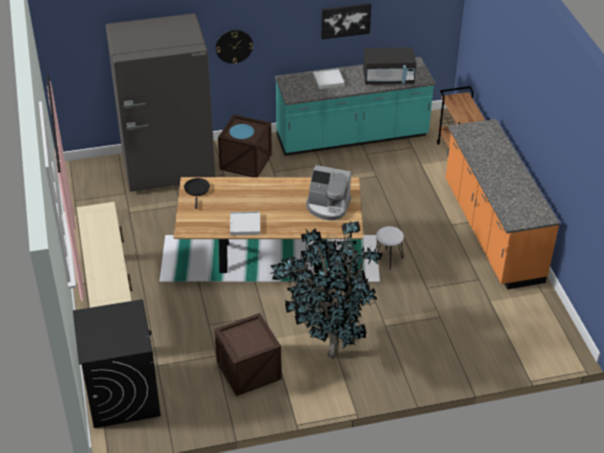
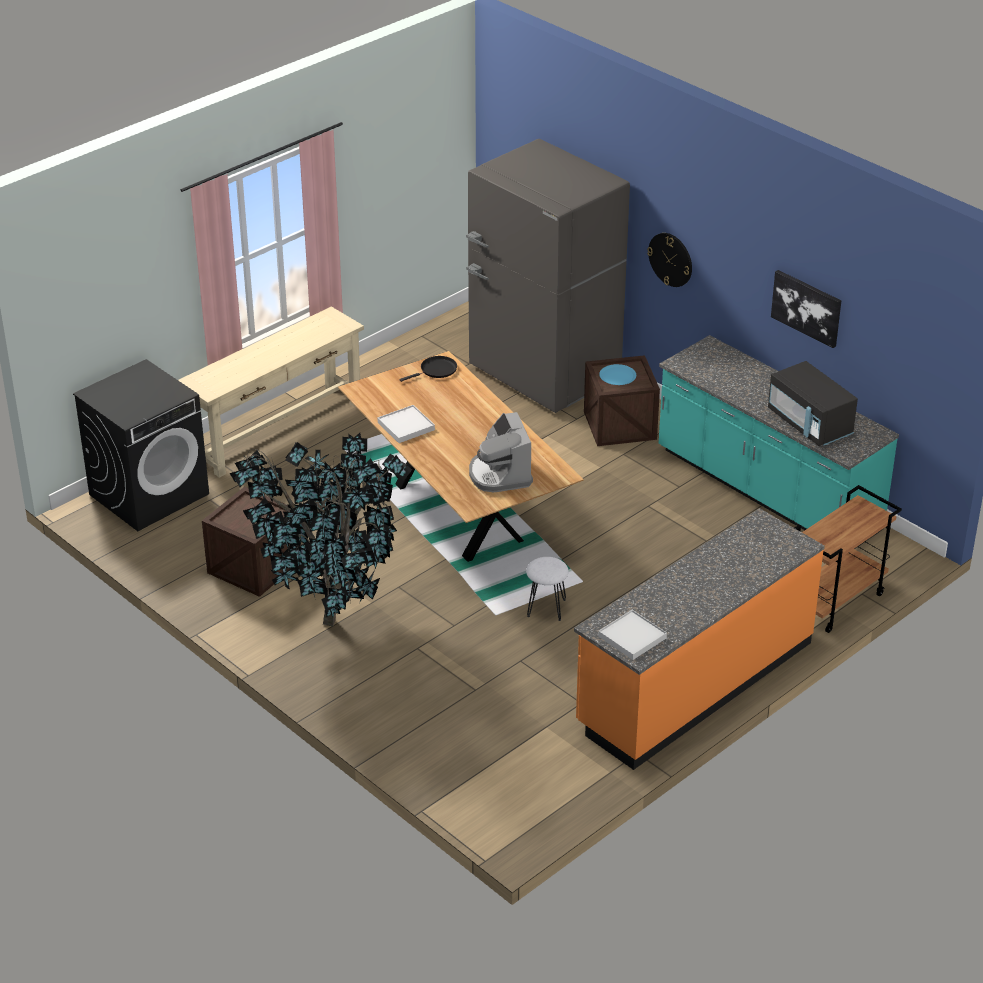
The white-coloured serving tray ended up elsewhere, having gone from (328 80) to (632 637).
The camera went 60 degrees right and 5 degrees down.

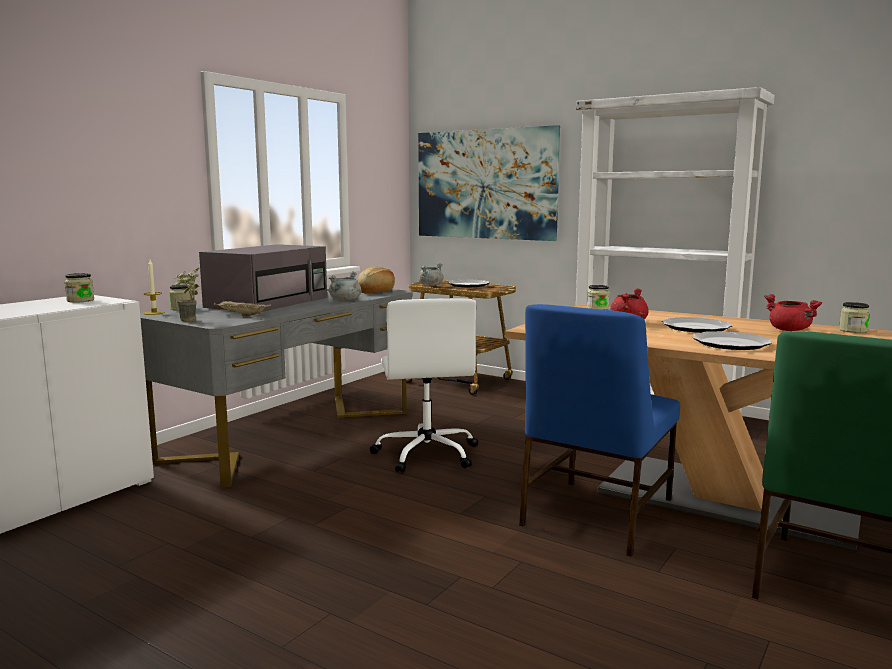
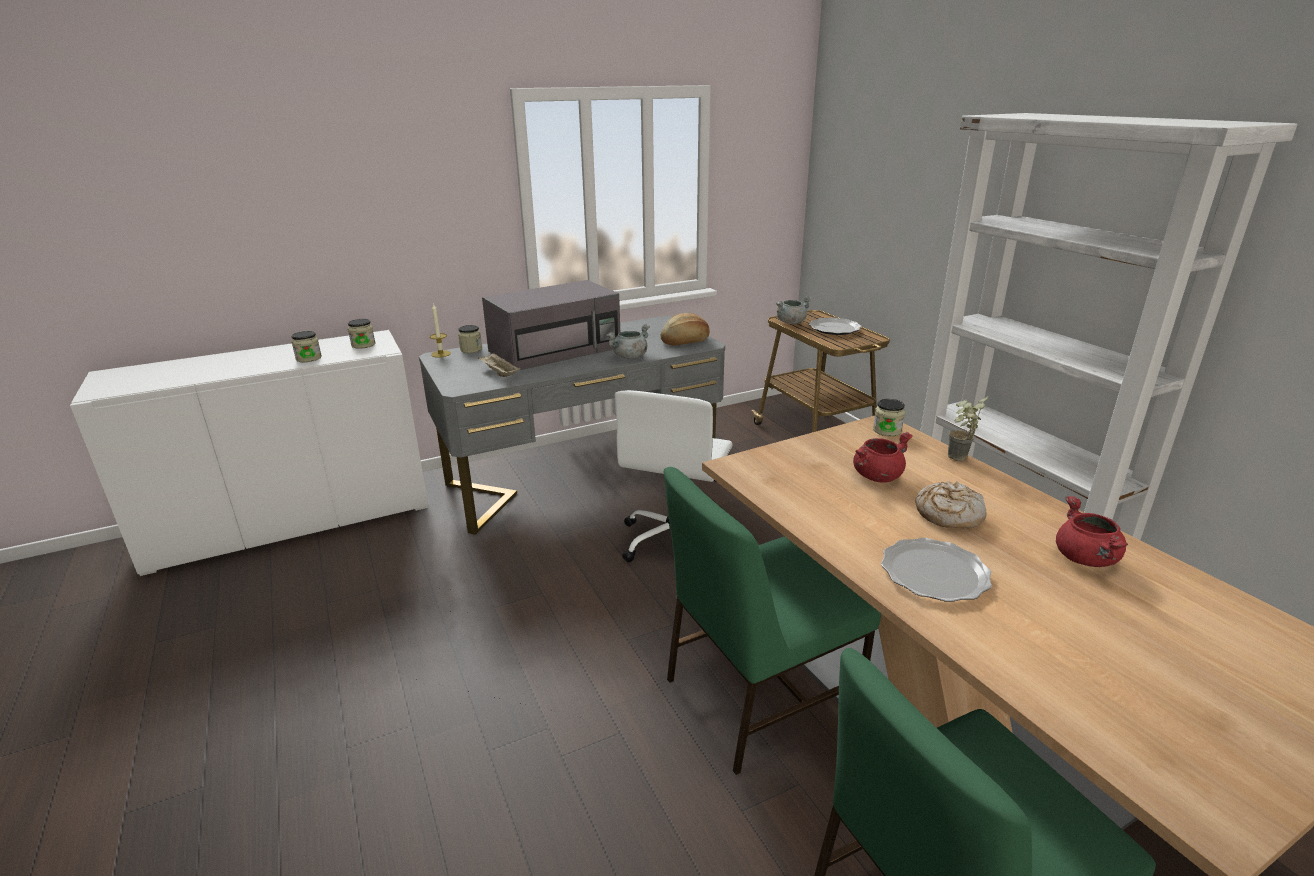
The plant in a pot ended up elsewhere, having gone from (188 321) to (958 460).
The second view lost the wall picture at (485 184).
What was the blue-coloured plain chair at (594 516) turned into the green plain chair at (757 697).
Where the dinner plate stood at (695 328), the baked bread came to stand at (948 514).
The storage jar ended up elsewhere, having gone from (853 330) to (309 358).
The camera went 30 degrees right and 15 degrees up.

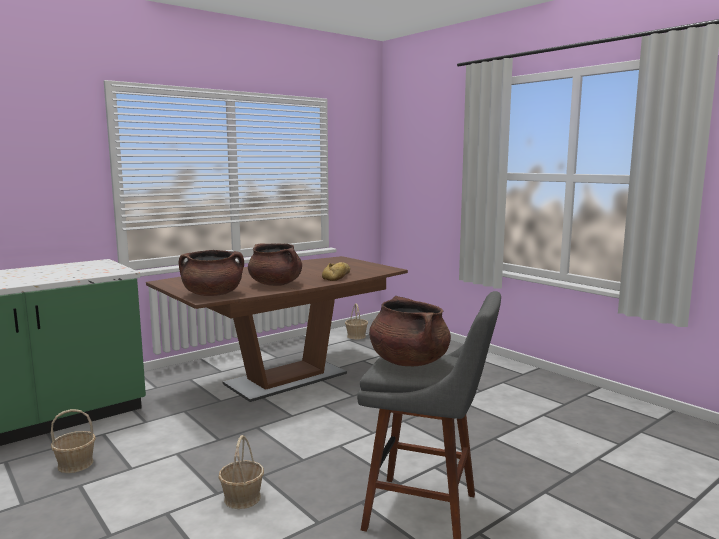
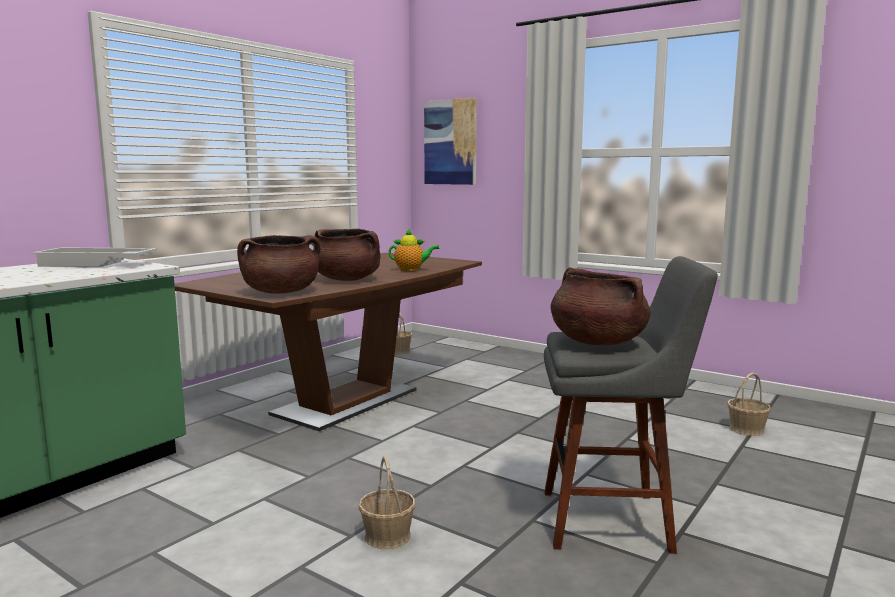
The household basket ended up elsewhere, having gone from (76 464) to (747 429).
Where the baked bread stood at (338 276), the pot for tea came to stand at (411 270).
The second view gained the white-coloured serving tray at (95 264).
The second view gained the wall picture at (450 142).
The camera went 15 degrees left and 0 degrees up.

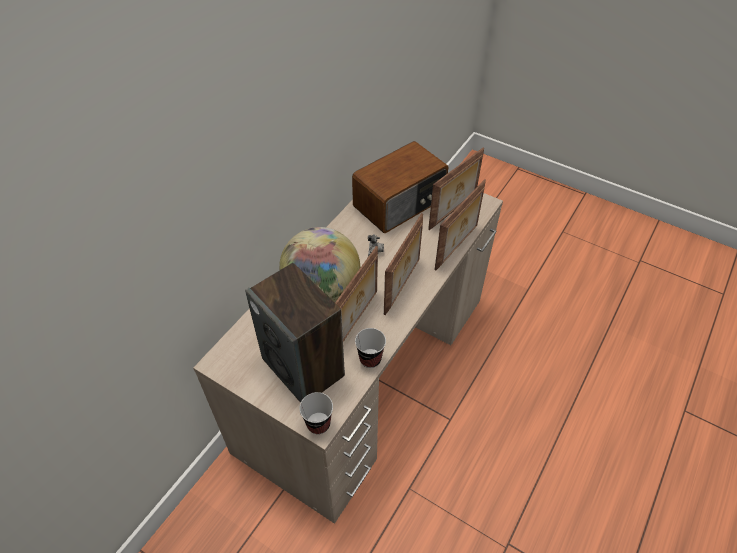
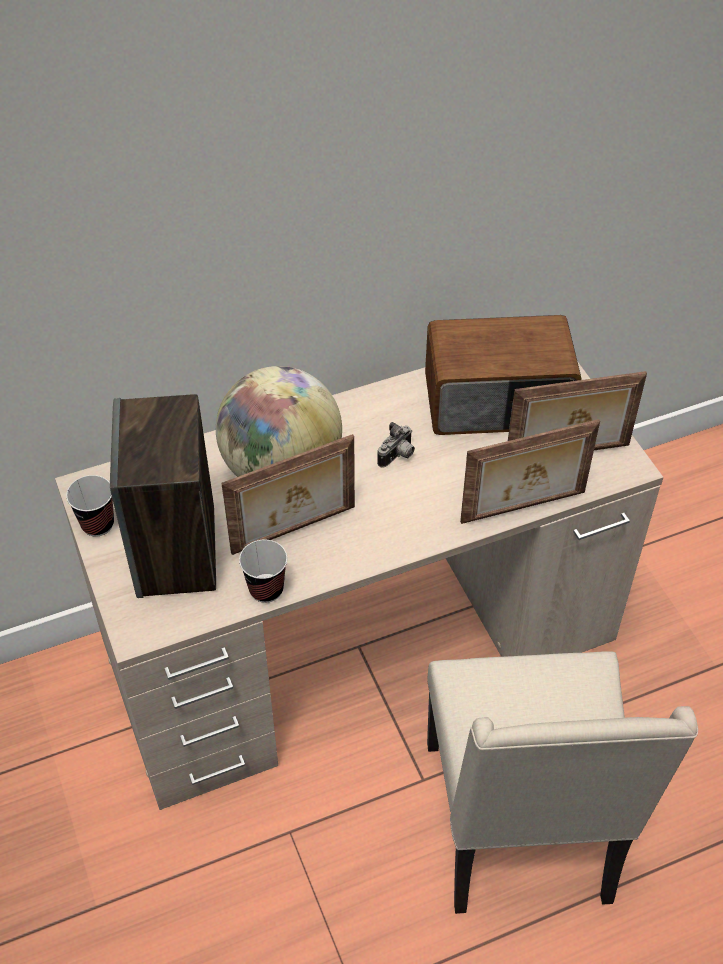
The small cup ended up elsewhere, having gone from (318 424) to (97 524).
The second view lost the picture frame at (403 286).
The second view gained the beige plain chair at (521 826).
The camera went 35 degrees right and 0 degrees up.

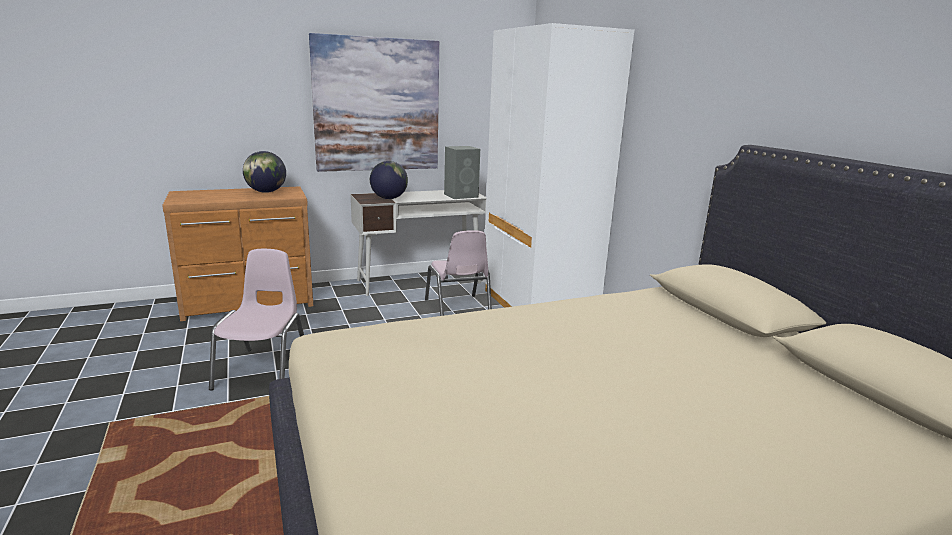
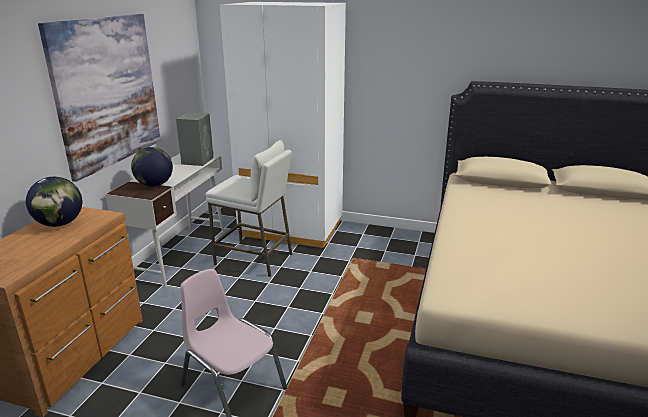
Where the pink-coloured plain chair stood at (457 310), the white-coloured sitting stool came to stand at (254 259).
The camera went 50 degrees left and 5 degrees up.

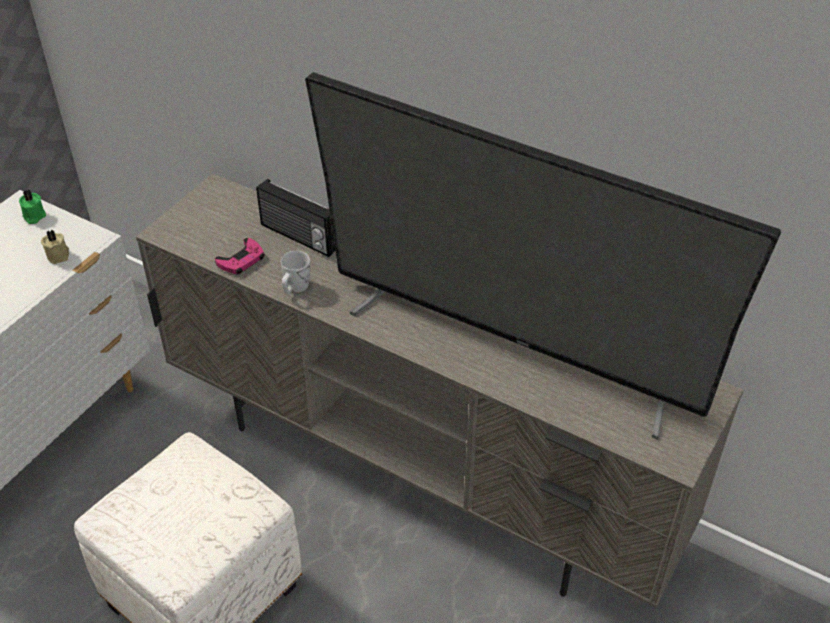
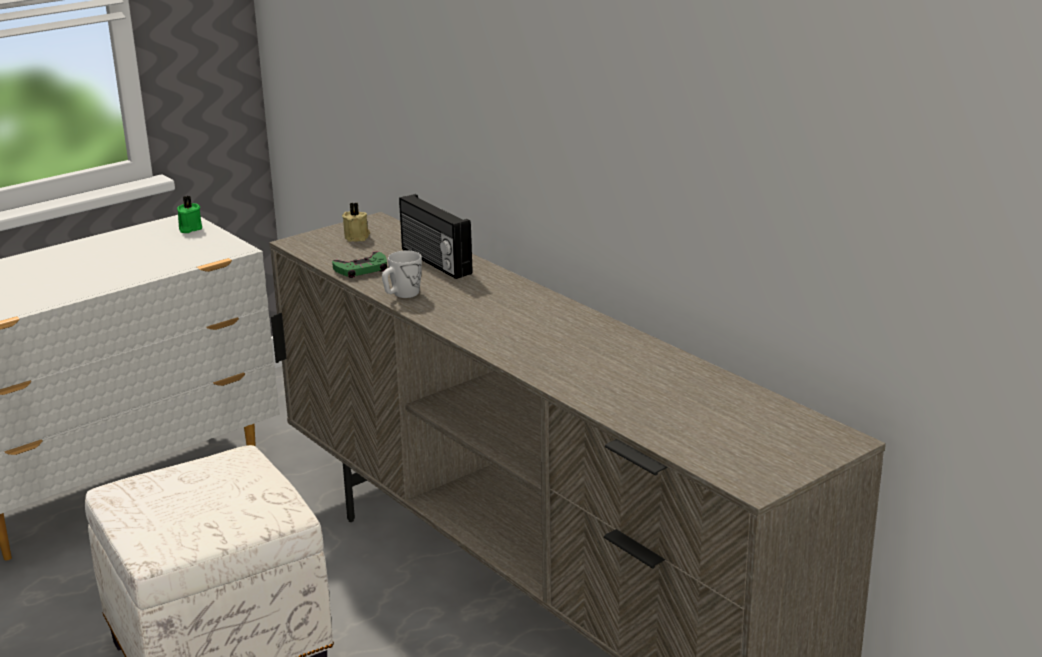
The beige wax light ended up elsewhere, having gone from (59 255) to (357 237).
What was the pink-coloured game controller at (241 260) turned into the green game controller at (362 269).
The second view lost the television at (511 346).
The camera went 20 degrees right and 20 degrees down.

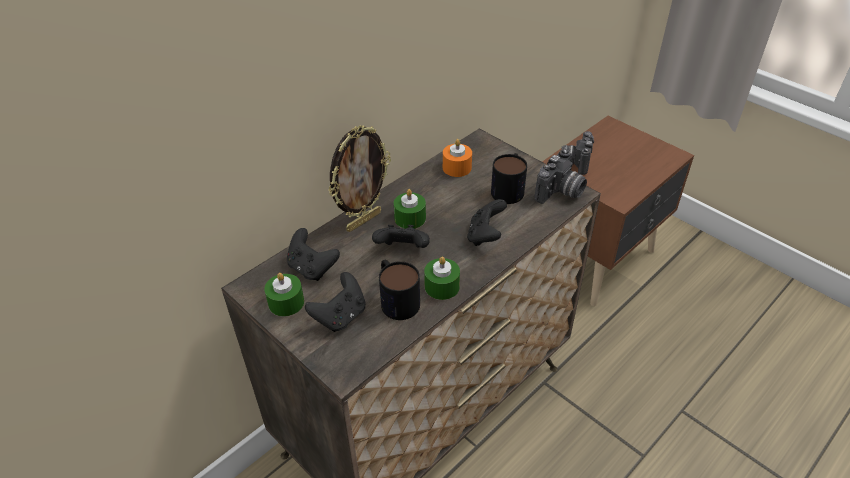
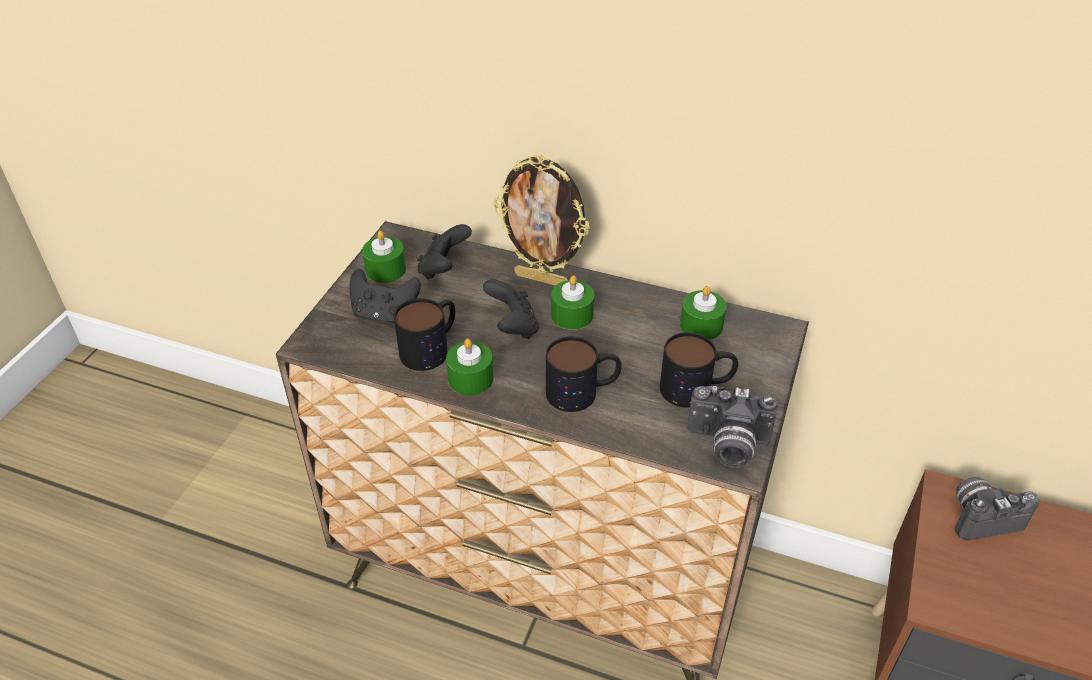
What was the orange wax light at (457 167) turned into the green wax light at (701 325).
Where the black game controller stood at (485 236), the tea mug came to stand at (583 391).
The camera went 65 degrees right and 0 degrees up.

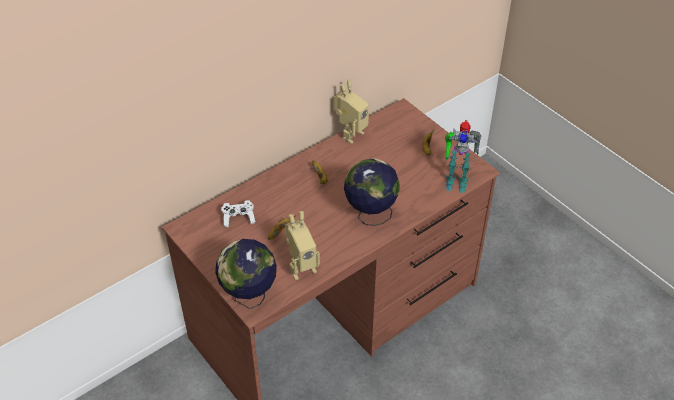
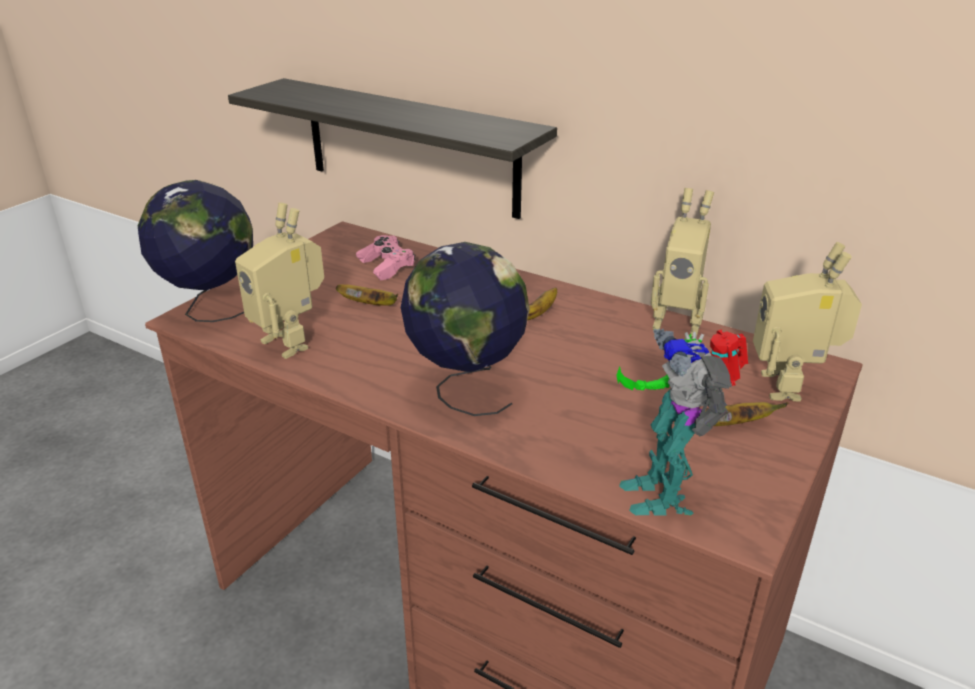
What was the white-coloured game controller at (238 218) turned into the pink-coloured game controller at (386 266).
The second view gained the shelf at (410 147).
The second view gained the robot figure at (790 387).
The camera went 70 degrees right and 15 degrees down.

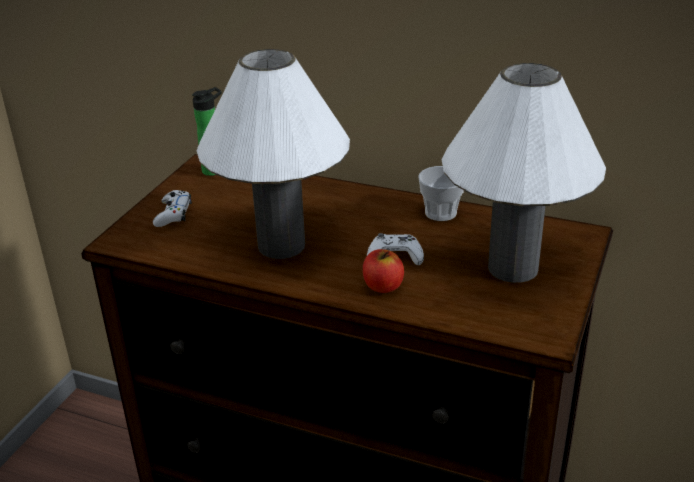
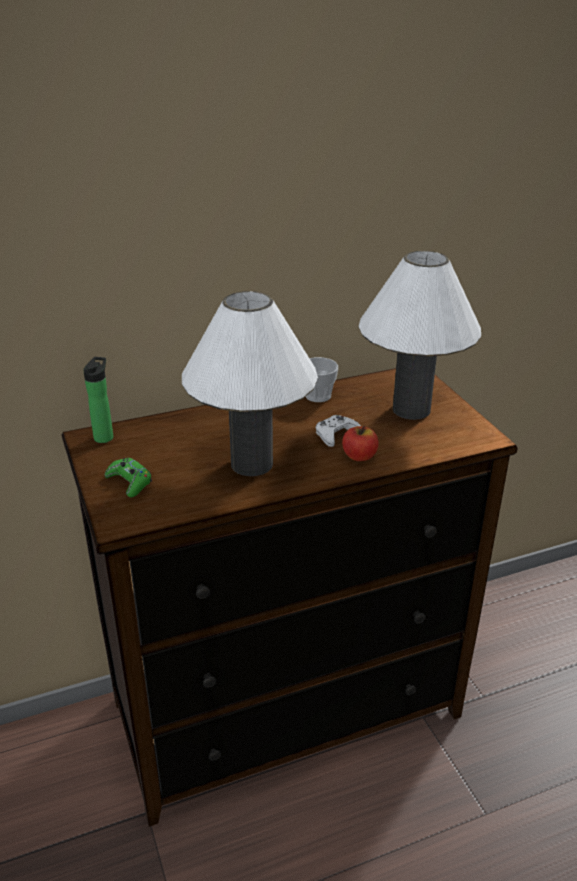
What was the white-coloured game controller at (173 214) turned into the green game controller at (129 482).
The camera went 45 degrees left and 0 degrees up.

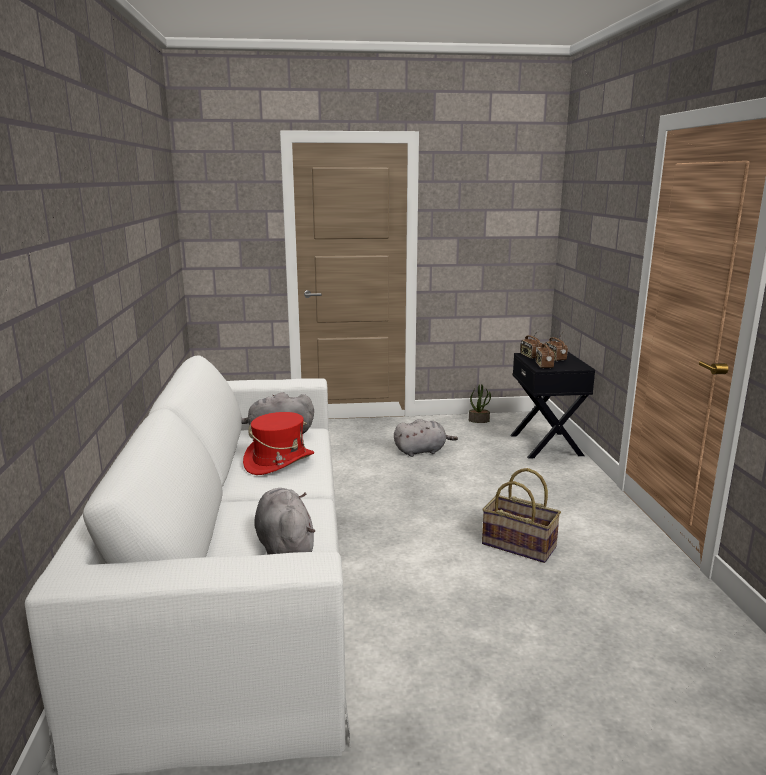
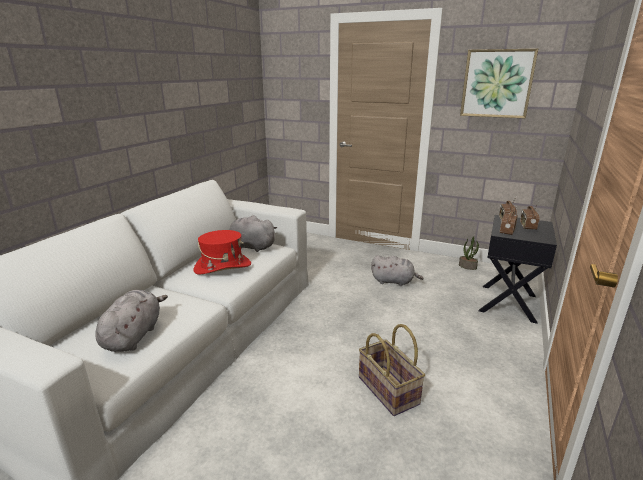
The second view gained the wall picture at (497 83).
The camera went 30 degrees right and 5 degrees up.

